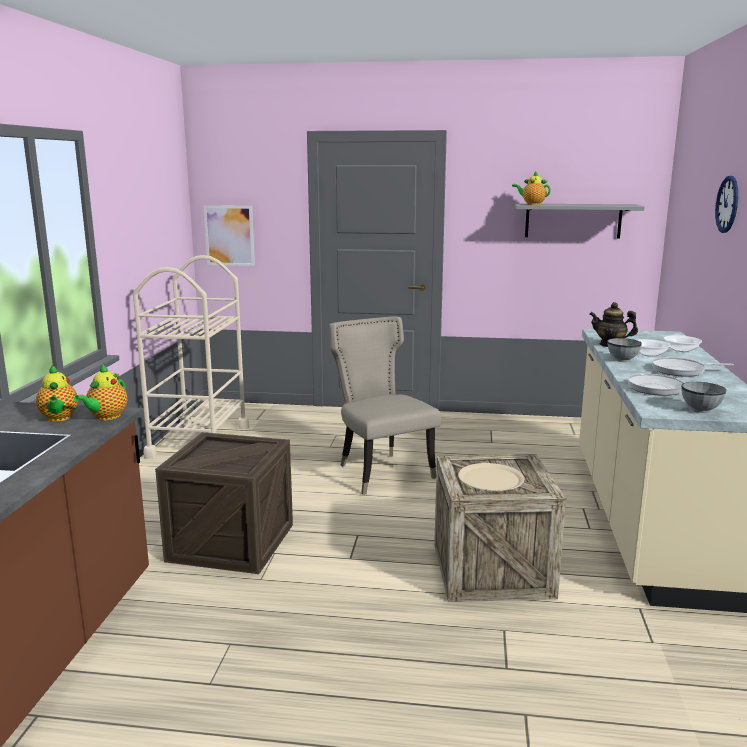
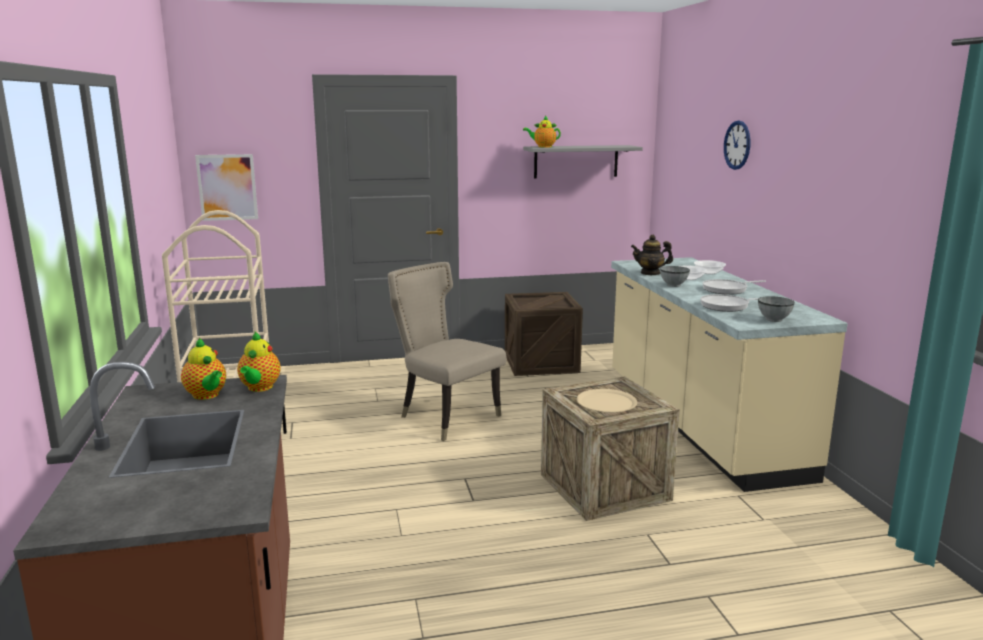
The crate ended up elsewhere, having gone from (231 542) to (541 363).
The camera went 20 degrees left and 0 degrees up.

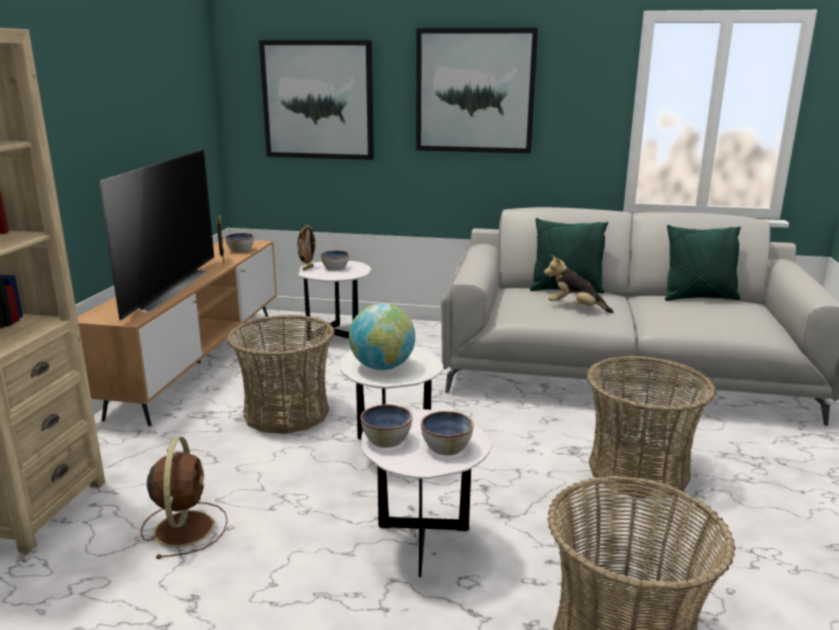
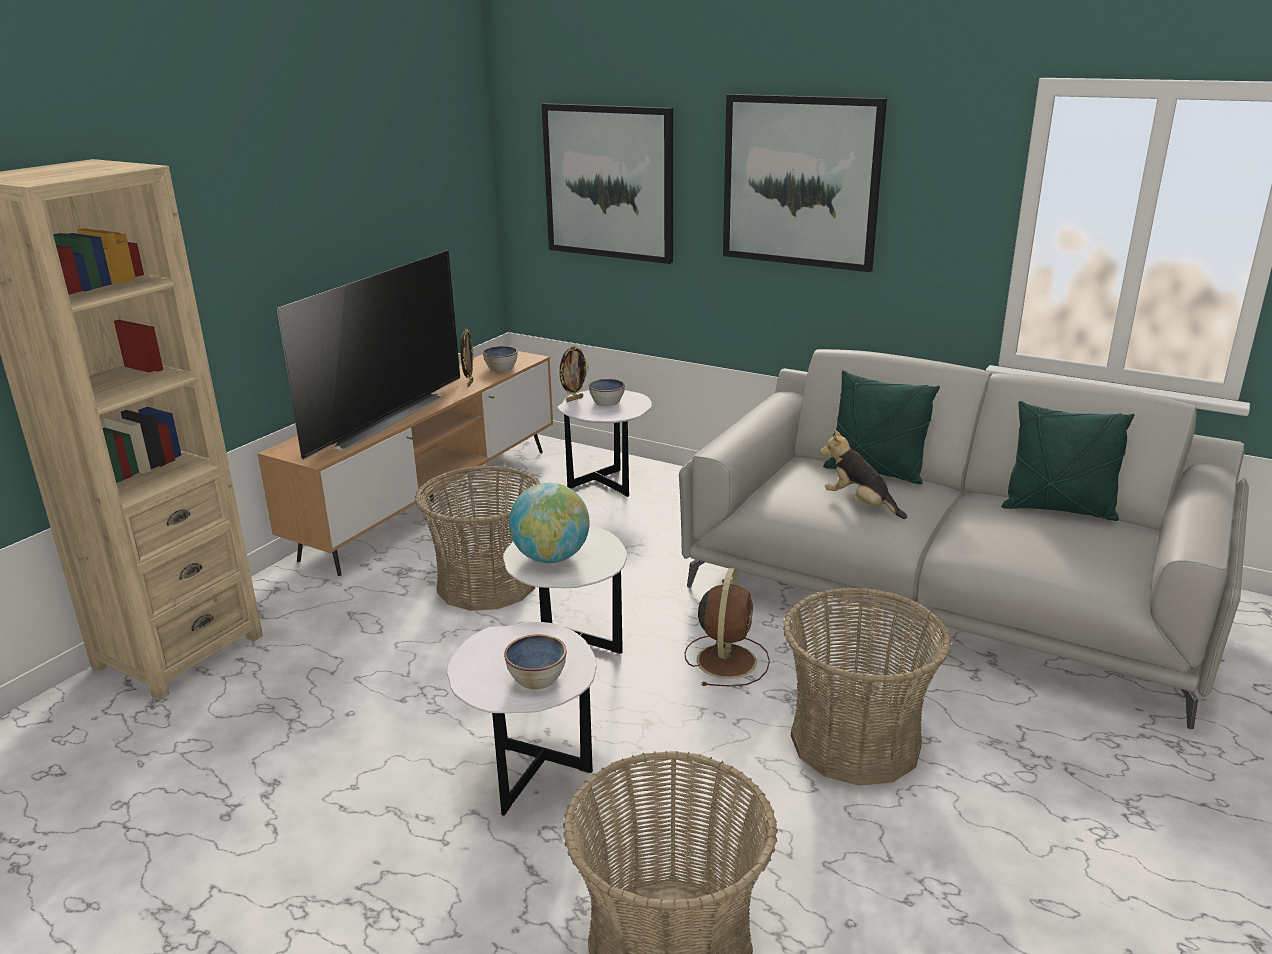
The brownish fan ended up elsewhere, having gone from (184 527) to (727 659).
The second view lost the bowl at (387 440).
The camera went 20 degrees right and 5 degrees up.

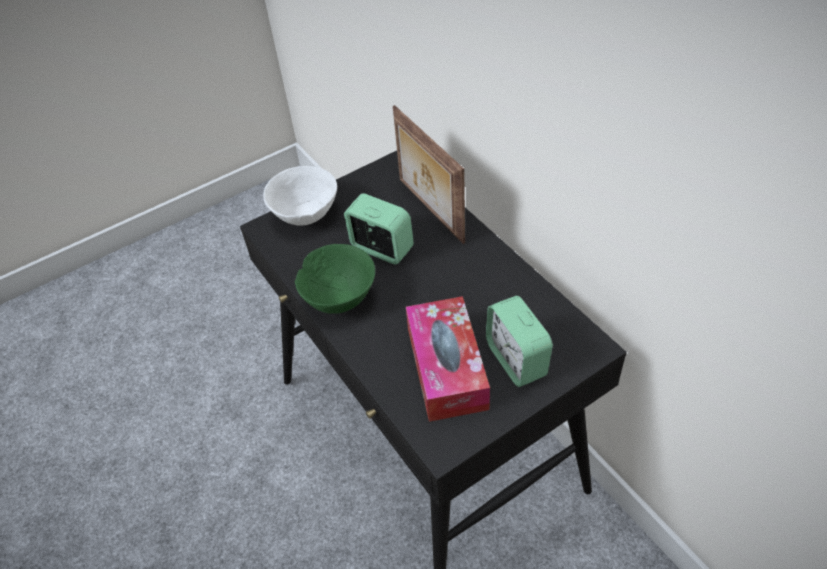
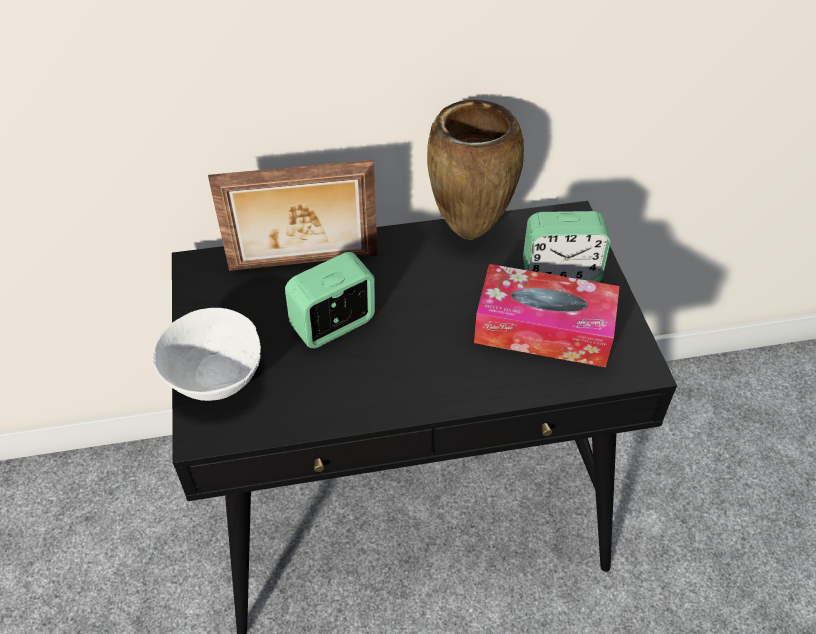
The second view lost the green bowl at (339 299).
The second view gained the brownish vase at (468 234).
The camera went 70 degrees left and 0 degrees up.

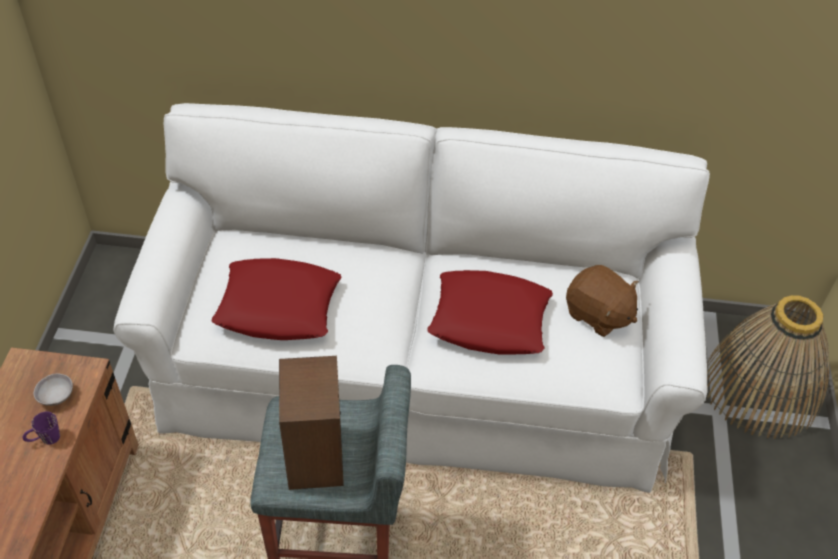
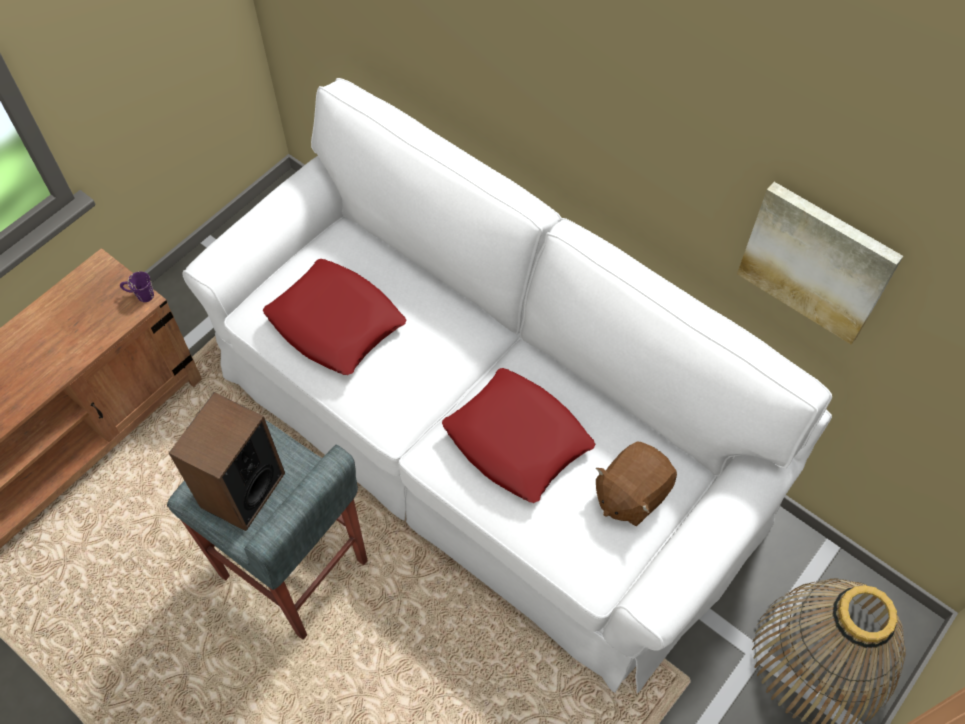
The purple-coloured tea mug ended up elsewhere, having gone from (45 439) to (140 295).
The second view lost the greyish bowl at (56 396).
The brownish soft toy at (598 315) ended up facing another way, 60 degrees clockwise from before.
The second view gained the wall picture at (817 261).
The camera went 35 degrees right and 10 degrees up.

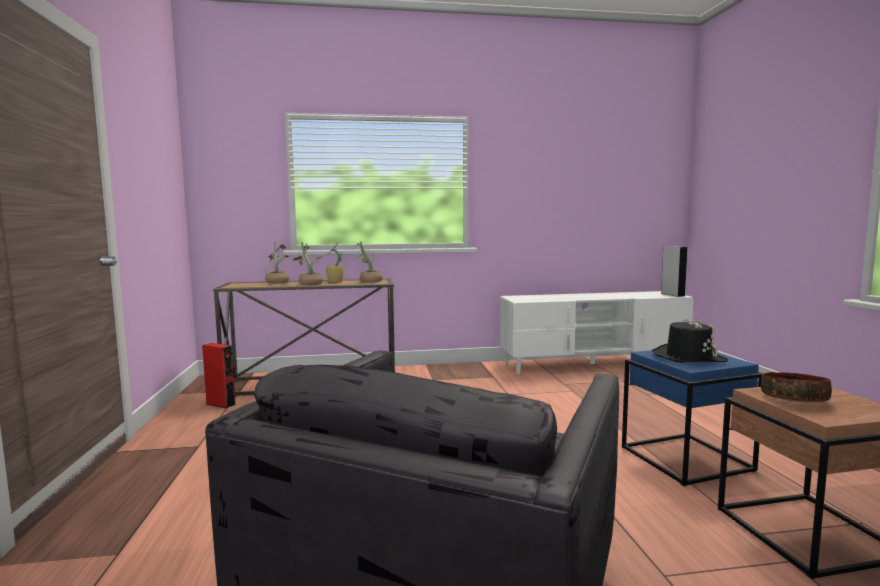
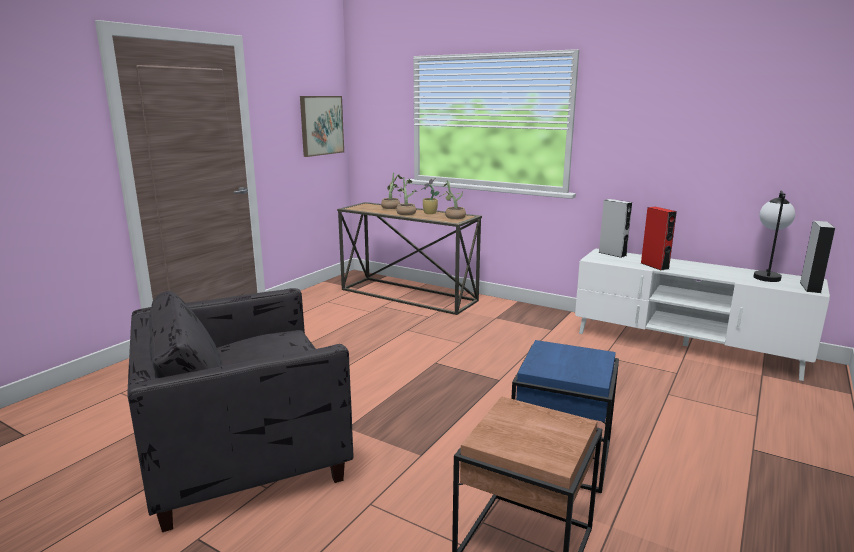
The reddish speaker ended up elsewhere, having gone from (220 404) to (654 266).
The second view lost the black clothing hat at (688 357).
The second view lost the bowl at (794 399).
The second view gained the wall picture at (321 125).
The second view gained the greyish speaker at (612 254).
The second view gained the lamp for a table at (766 275).
The camera went 40 degrees right and 10 degrees up.

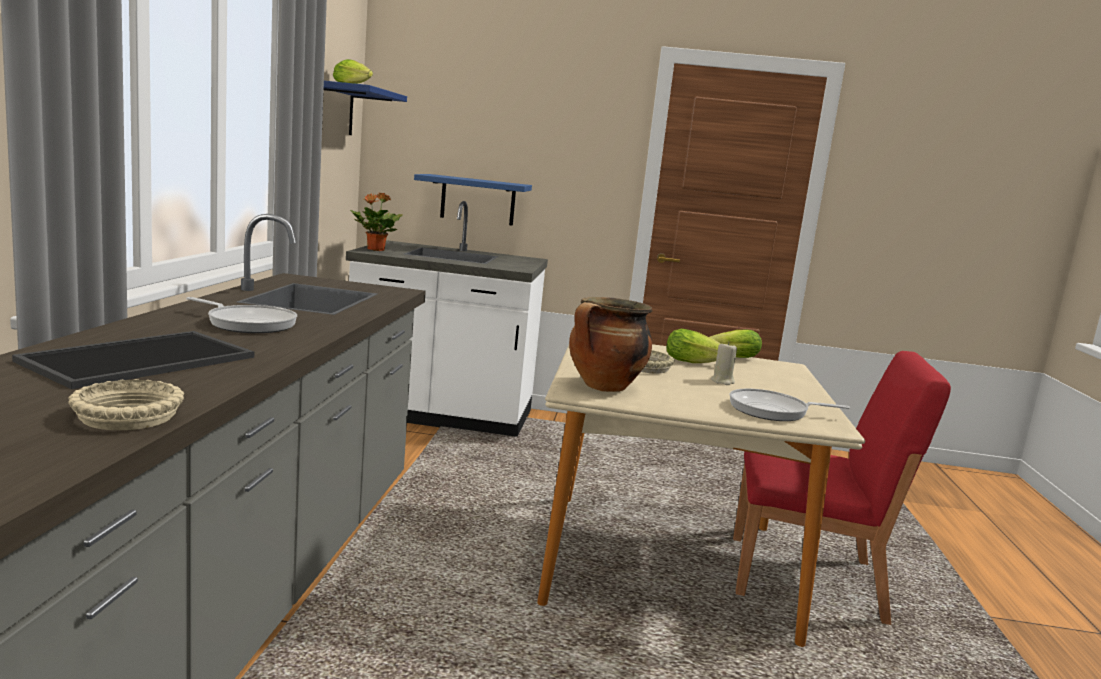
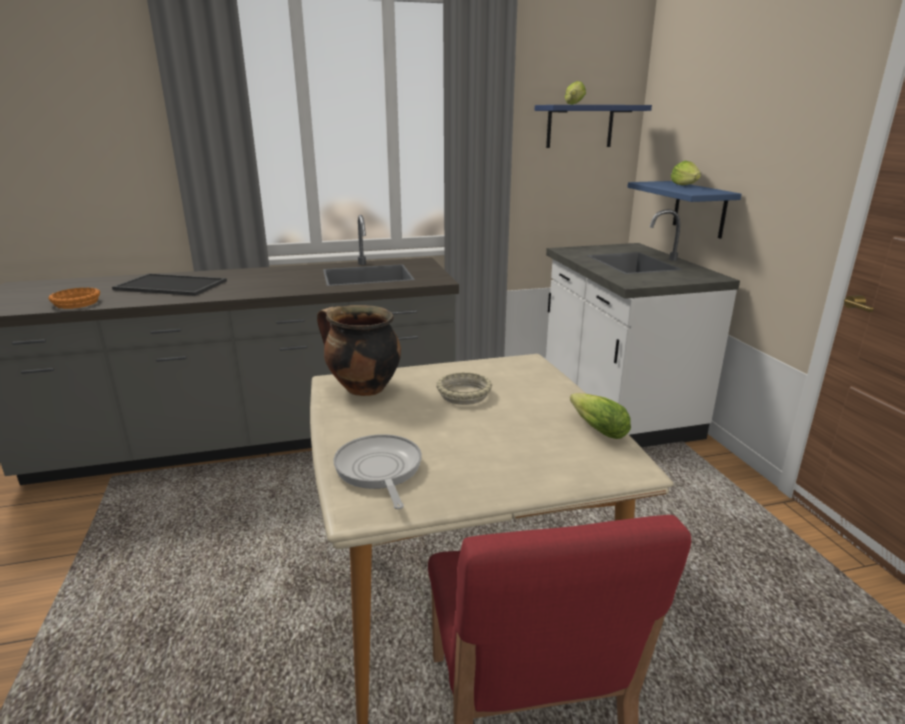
What was the beige bowl at (129 416) turned into the orange bowl at (77 303).
The second view lost the skillet at (248 323).
The second view lost the plant in a pot at (375 250).
The head of lettuce ended up elsewhere, having gone from (695 362) to (685 185).
The second view lost the beige wax light at (722 381).
The camera went 70 degrees right and 10 degrees up.

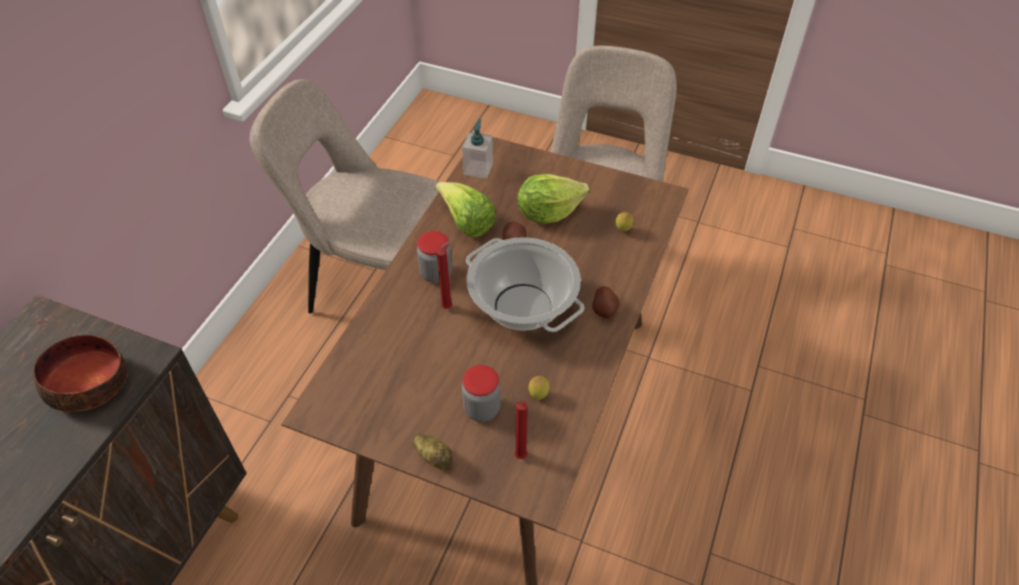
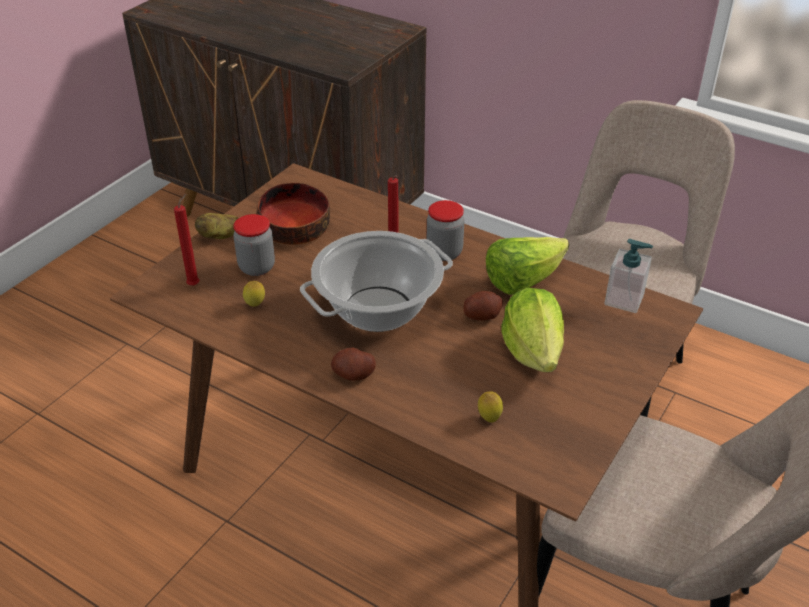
The bowl ended up elsewhere, having gone from (89 383) to (294 228).
The camera went 100 degrees right and 10 degrees down.

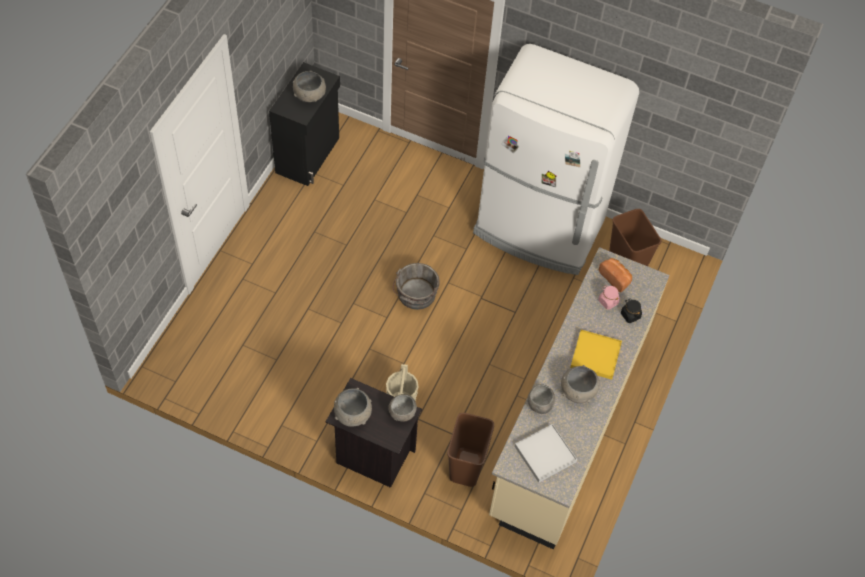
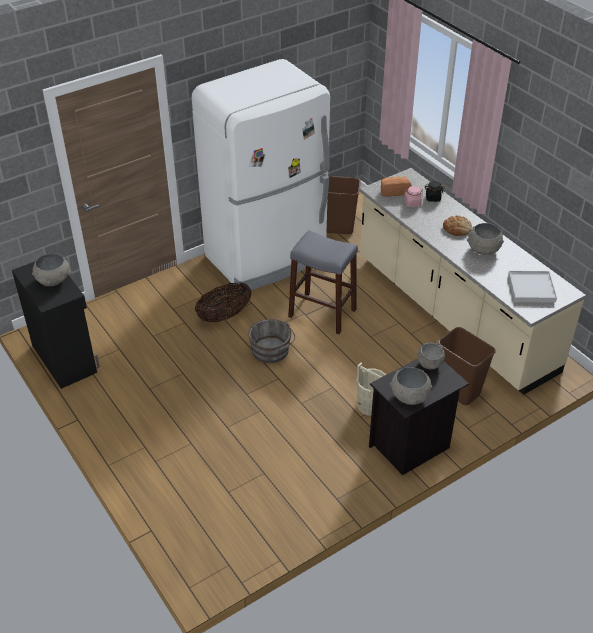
The second view lost the greyish bowl at (539 405).
Where the yellow serving tray stood at (595 356), the baked bread came to stand at (457 228).
The second view gained the household basket at (224 316).
The second view gained the greyish sitting stool at (322 313).
The camera went 55 degrees left and 15 degrees down.

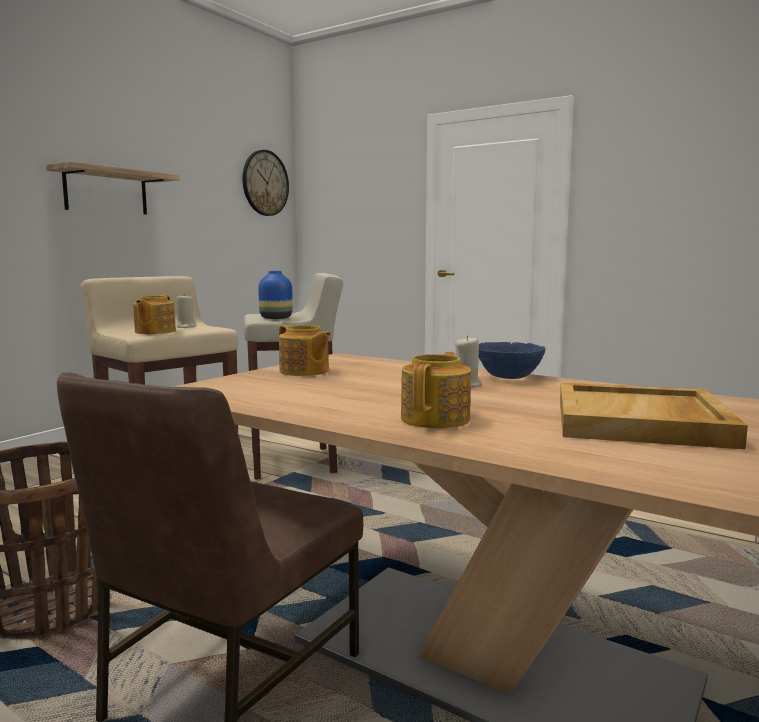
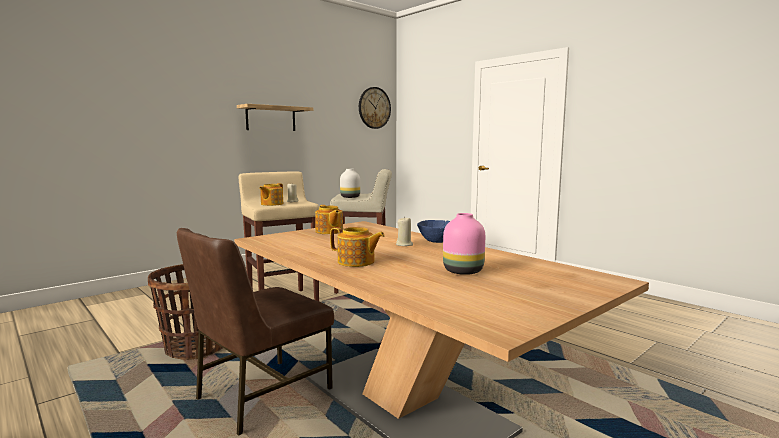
What was the blue-coloured vase at (277 318) turned into the white-coloured vase at (350 197).
The pot for tea at (437 419) ended up facing another way, 75 degrees clockwise from before.
Where the beige serving tray stood at (641 422), the pink-coloured vase came to stand at (463 272).
The camera went 15 degrees right and 0 degrees up.

